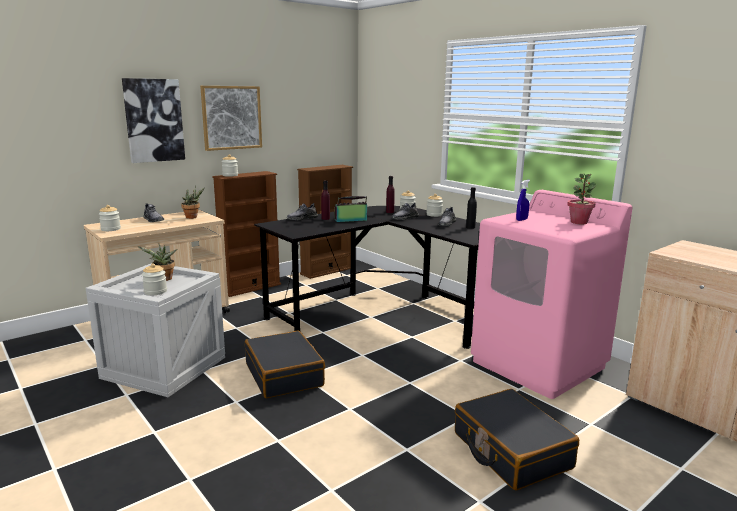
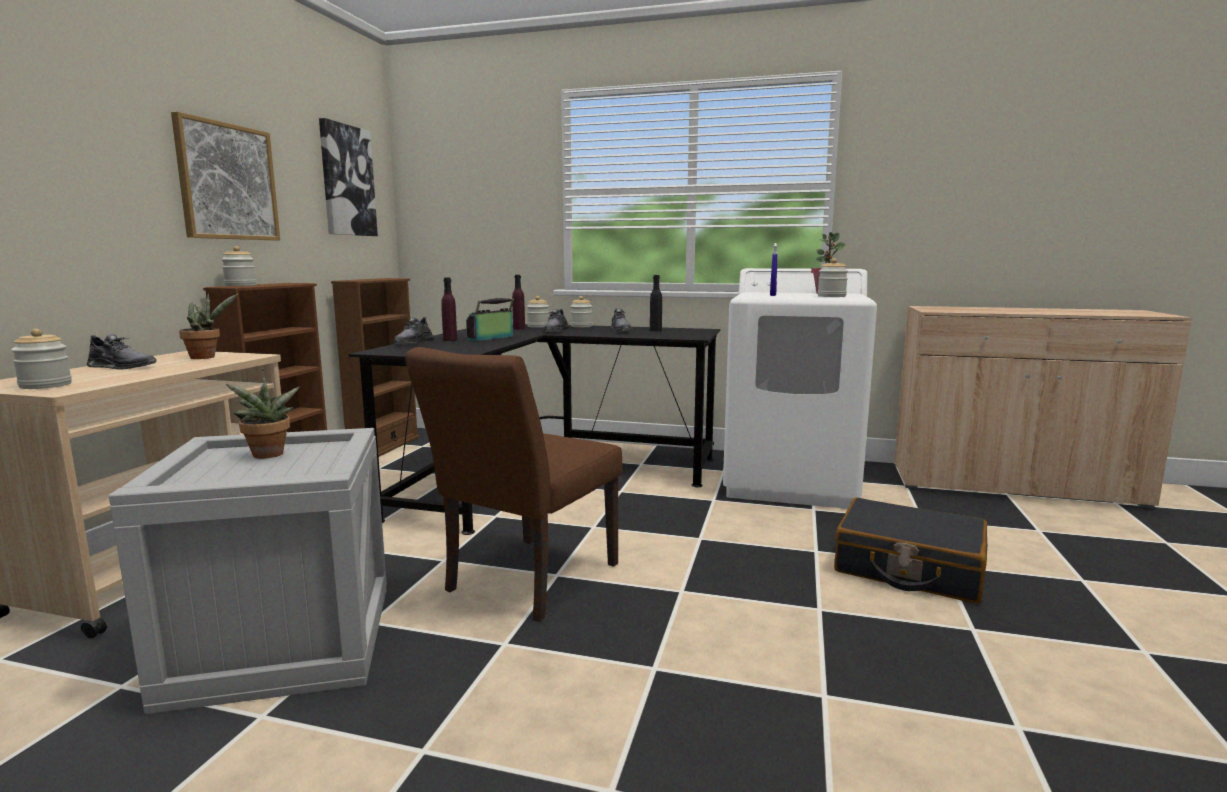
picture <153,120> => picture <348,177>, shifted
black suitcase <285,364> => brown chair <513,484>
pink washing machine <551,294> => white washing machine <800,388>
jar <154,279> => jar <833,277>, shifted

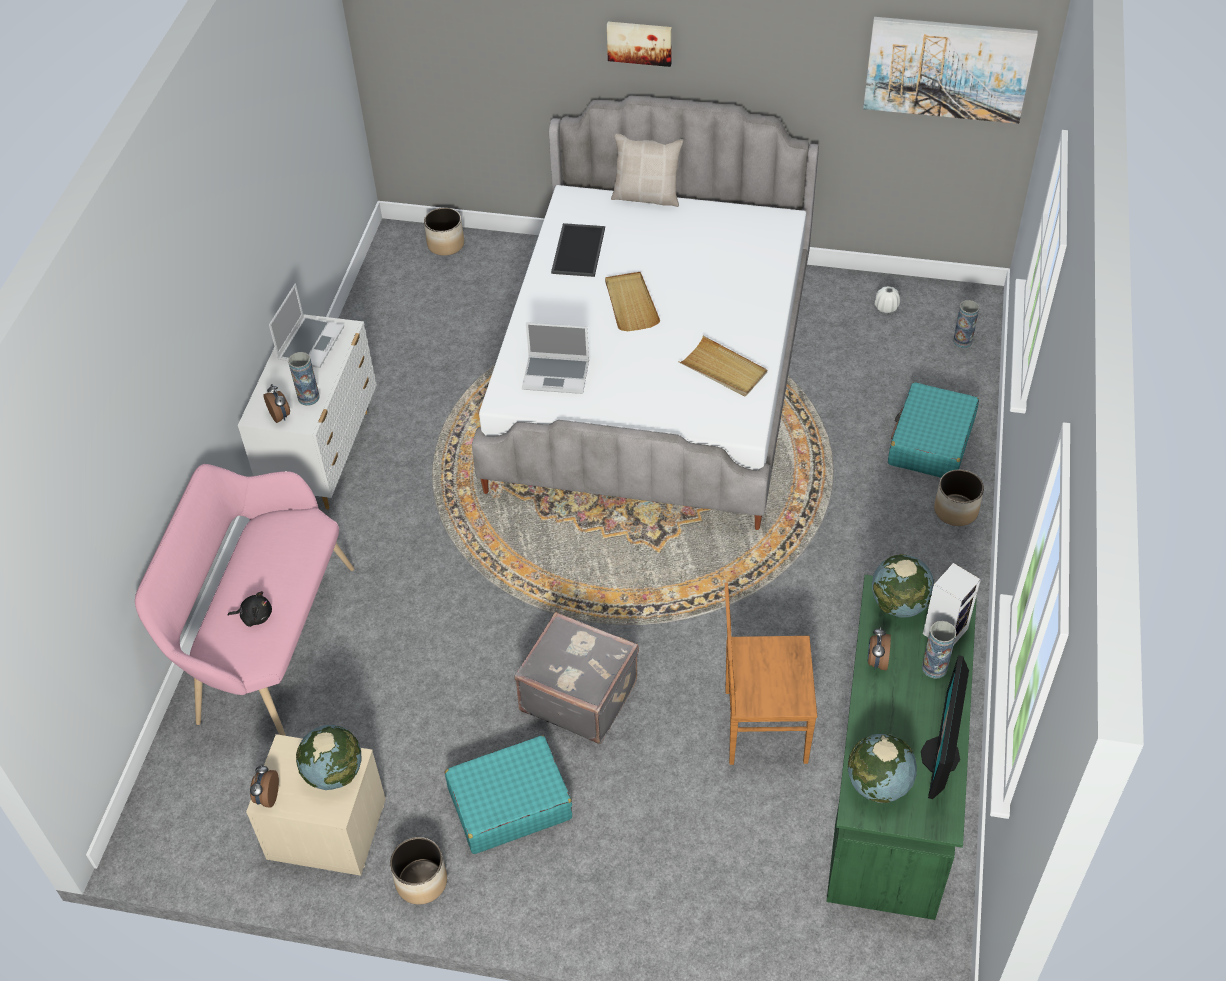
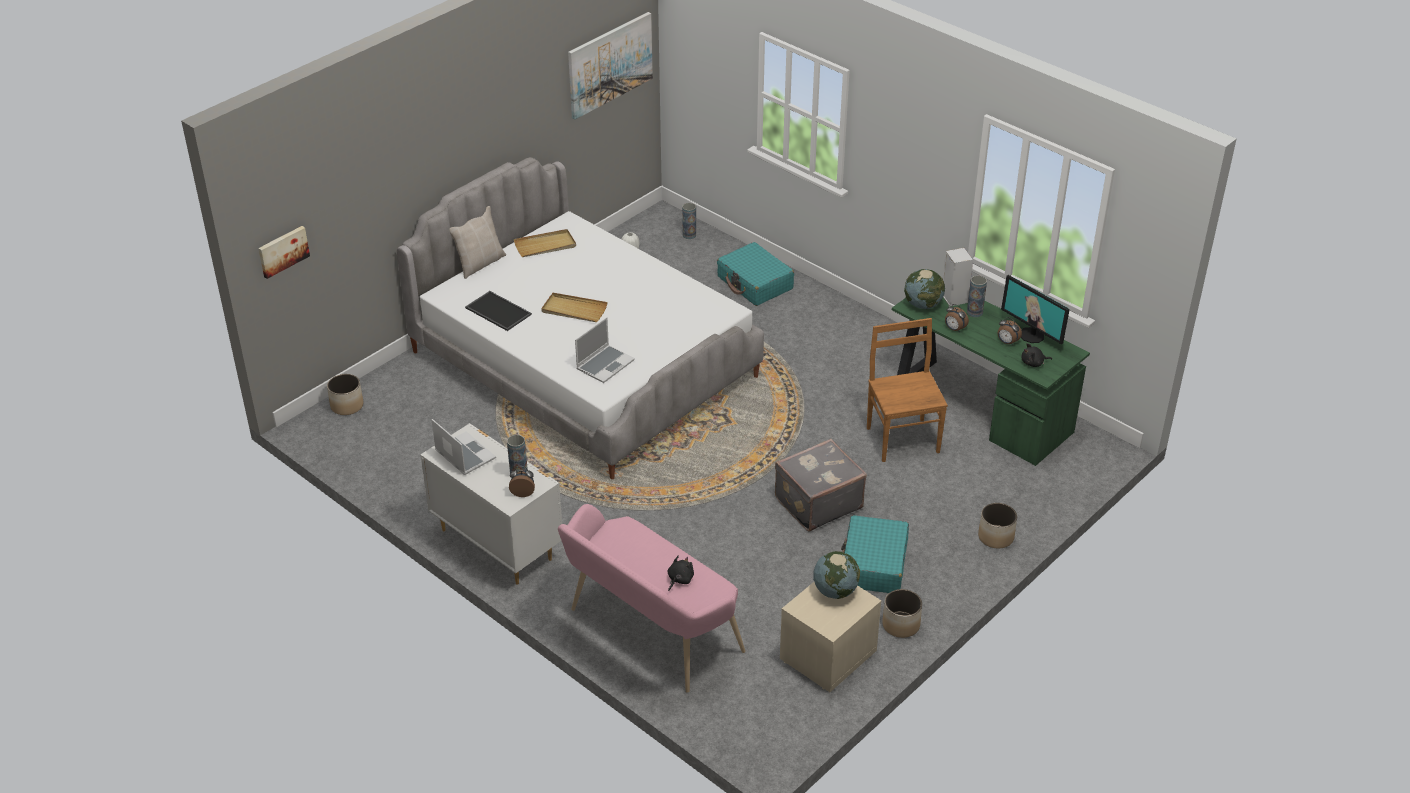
picture <639,44> => picture <284,252>, shifted
beige tray <722,366> => beige tray <545,243>, shifted
brown chair <771,674> => brown chair <907,390>, 135 degrees clockwise
planter <959,497> => planter <997,525>, shifted
alarm clock <264,786> => alarm clock <1010,331>, shifted
globe <882,768> => black plush toy <1036,355>

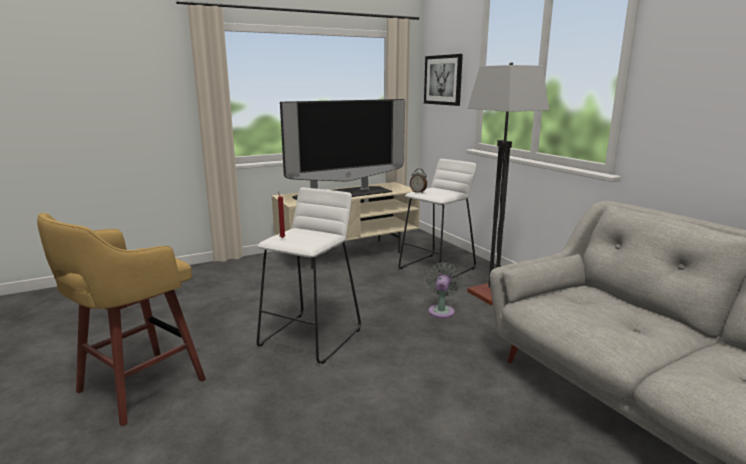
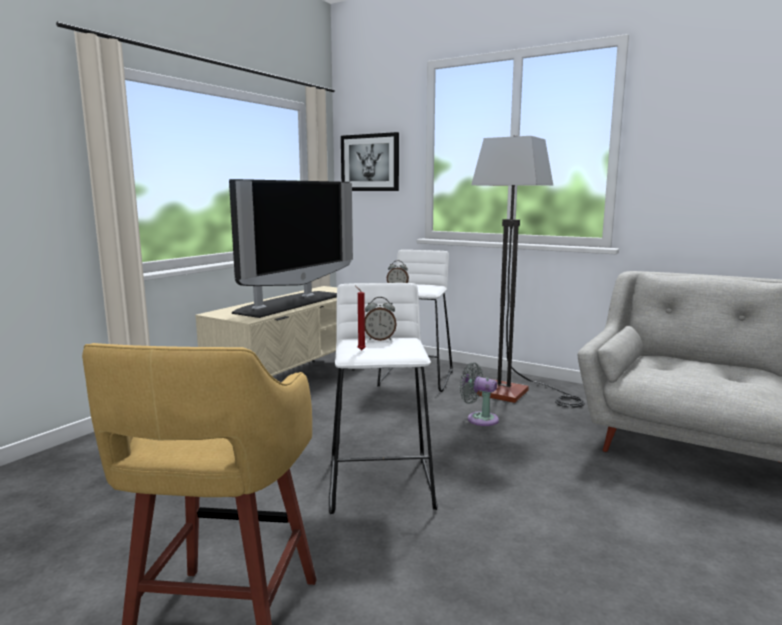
nothing => alarm clock <381,319>
grey fan <444,290> => grey fan <479,394>, 45 degrees counterclockwise

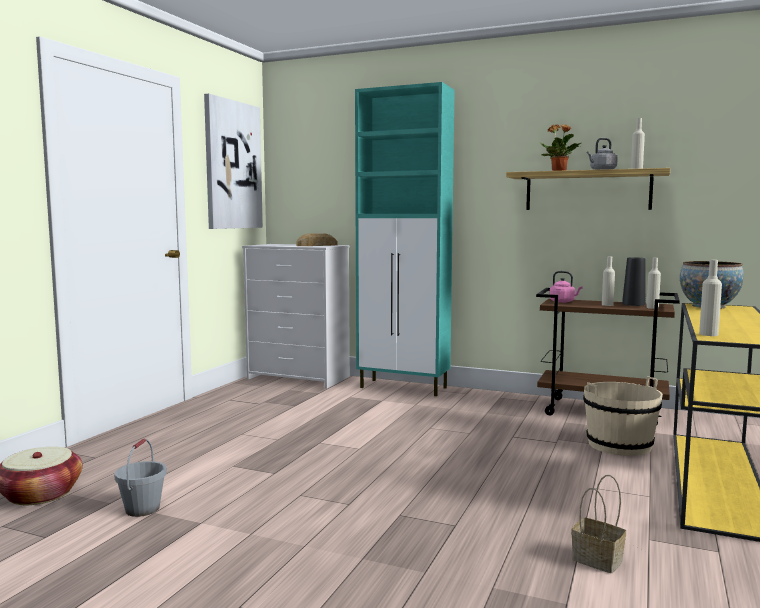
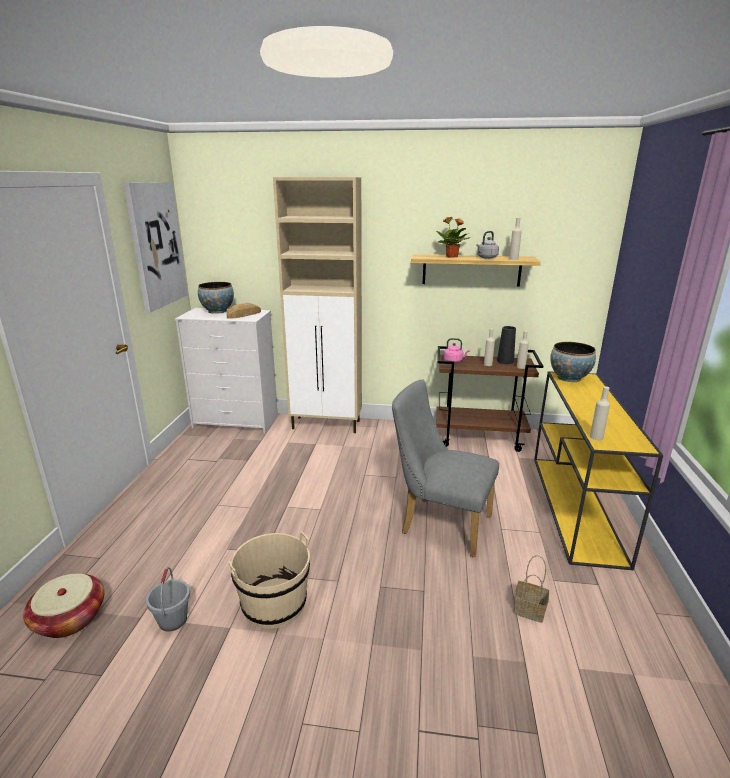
nothing => bowl <216,298>
beige bucket <623,416> => beige bucket <269,580>, shifted
turquoise cabinet <405,239> => beige cabinet <317,305>
nothing => grey chair <445,468>

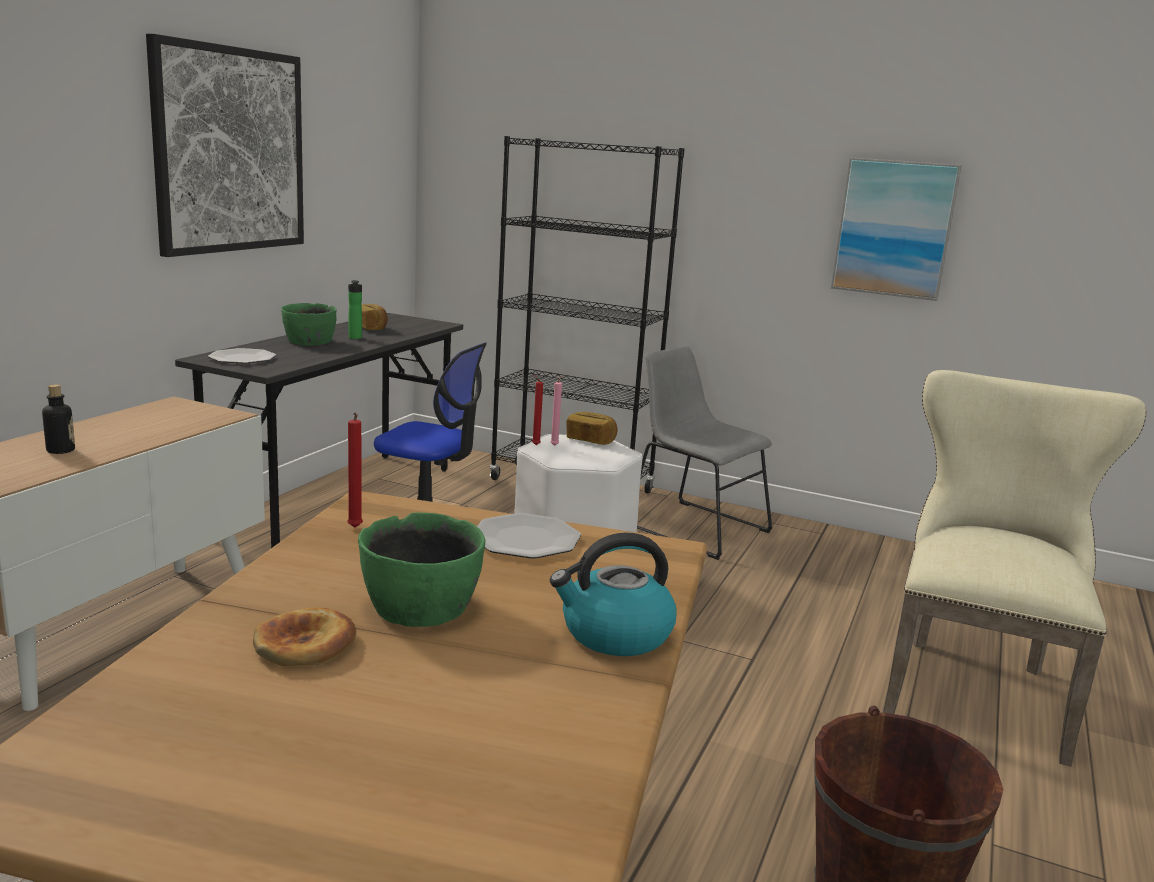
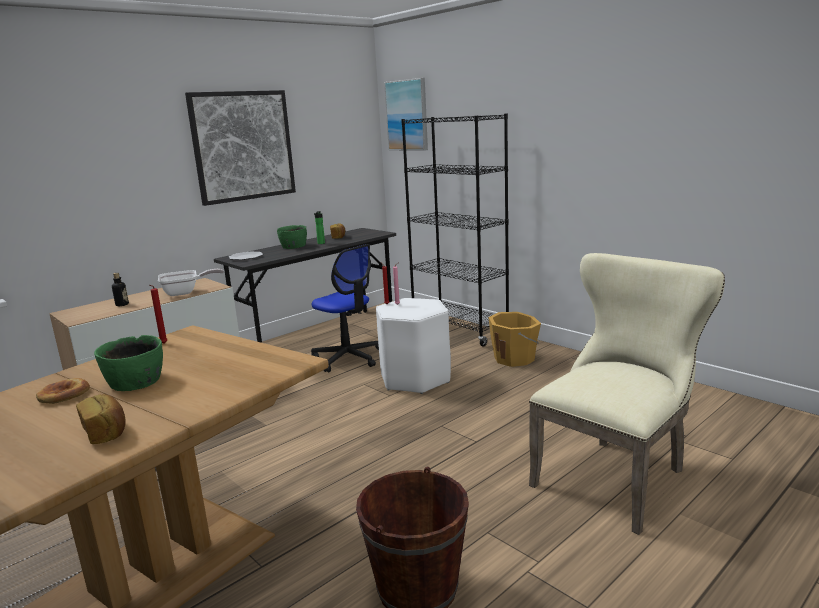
bread <592,428> => bread <101,419>, shifted
nothing => frying pan <191,282>
picture <896,229> => picture <406,114>, shifted
grey chair <705,453> => orange bucket <514,339>
plate <529,536> => nothing
kettle <613,594> => nothing

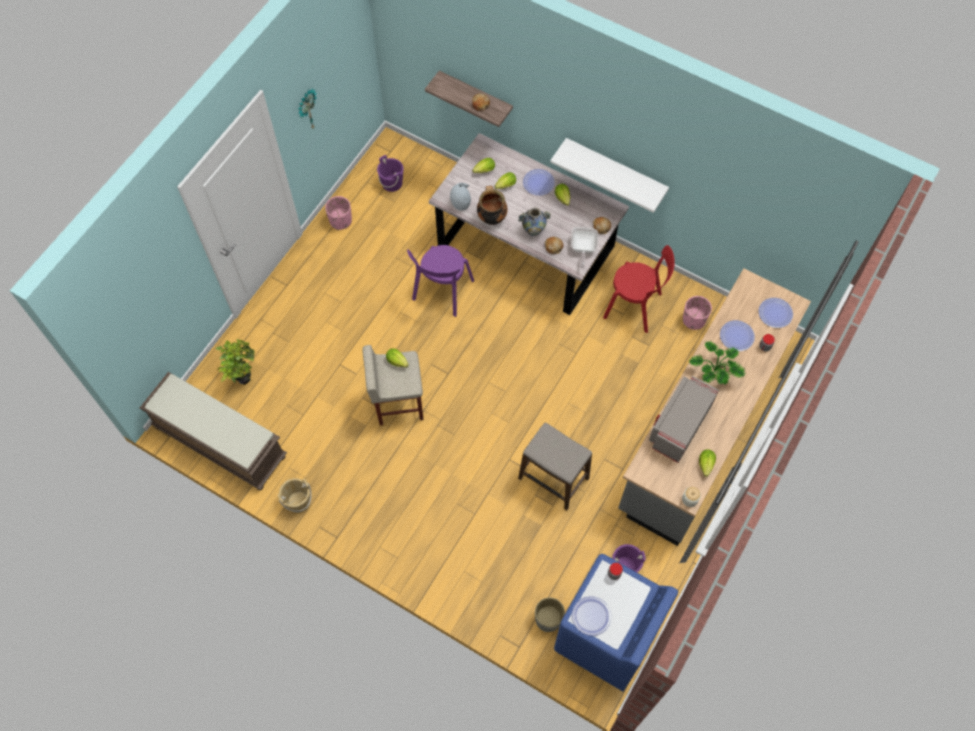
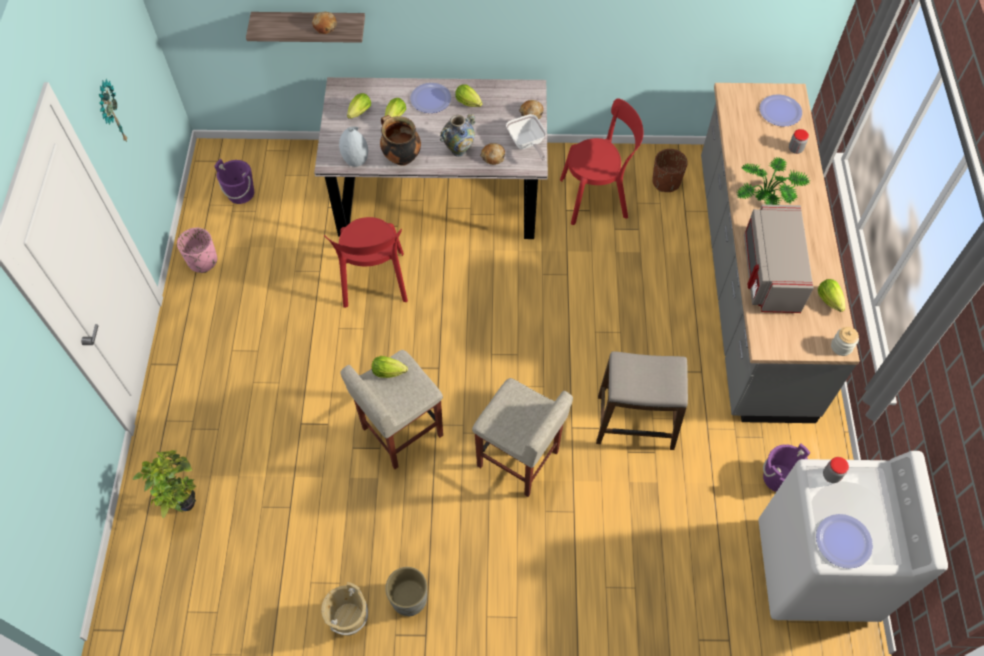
purple chair <440,281> => red chair <366,262>
grey planter <550,614> => grey planter <406,591>, shifted
nothing => beige stool <522,437>
pink planter <697,313> => brown planter <670,170>
blue washing machine <616,623> => white washing machine <853,536>
brown bench <213,431> => nothing
white shelf <609,175> => nothing
plate <737,335> => nothing

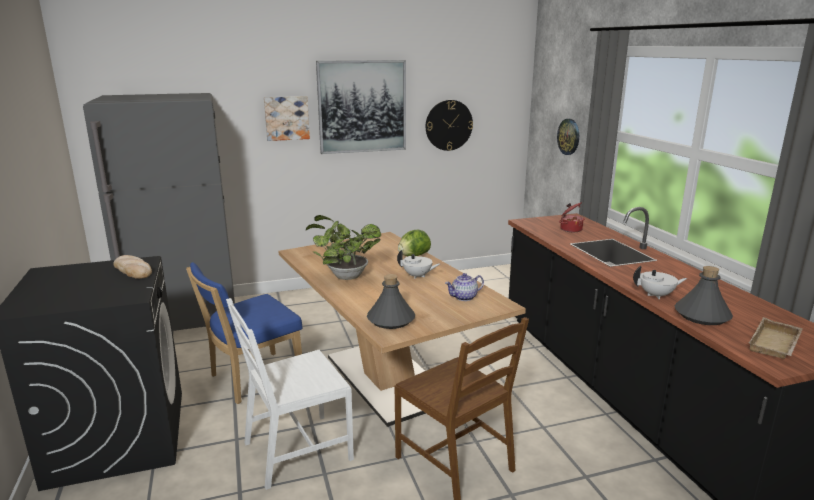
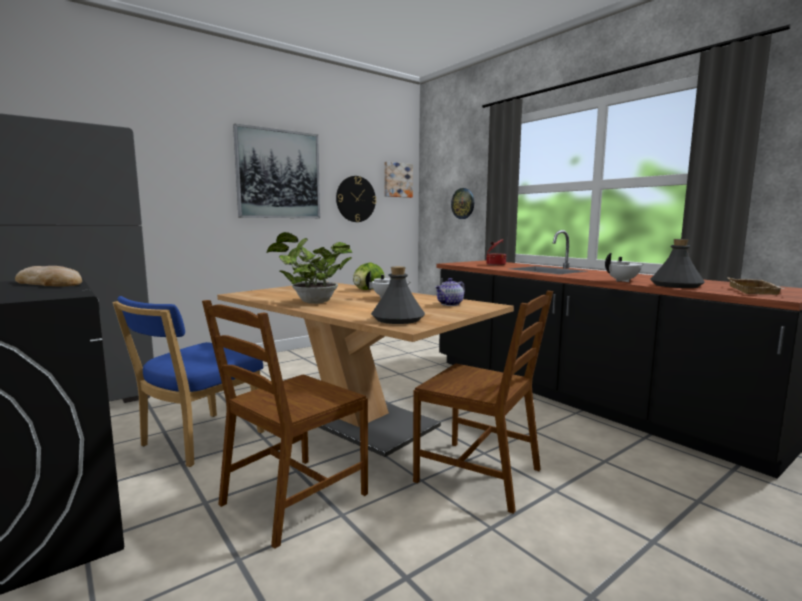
white chair <290,394> => brown chair <285,424>
picture <287,118> => picture <398,180>, shifted

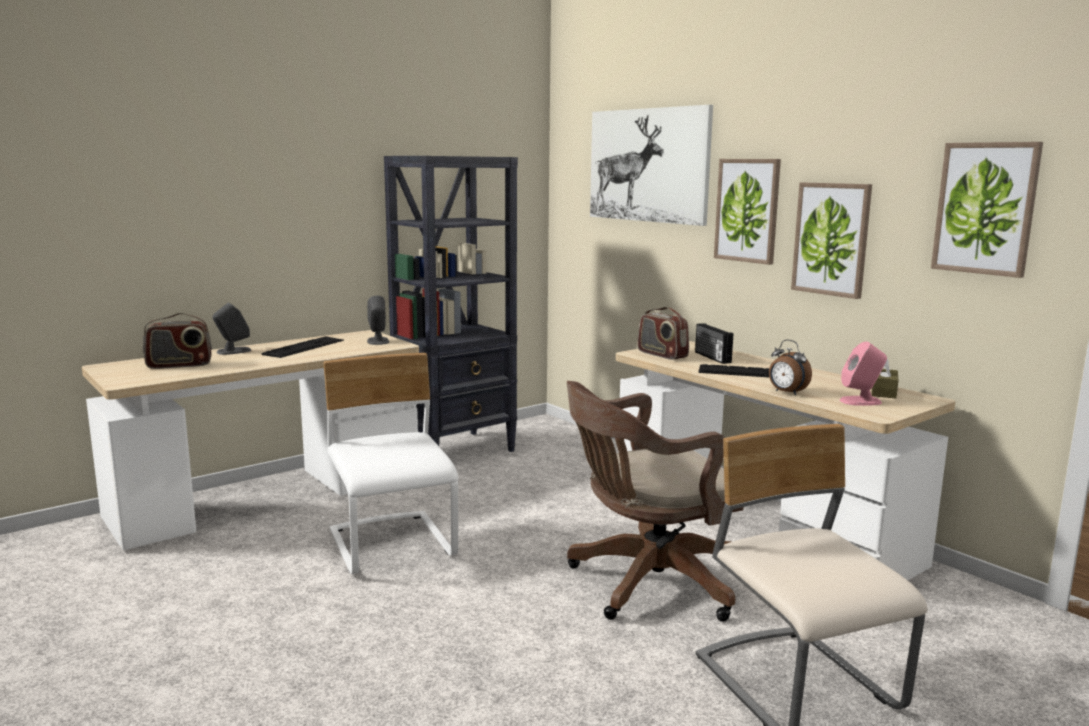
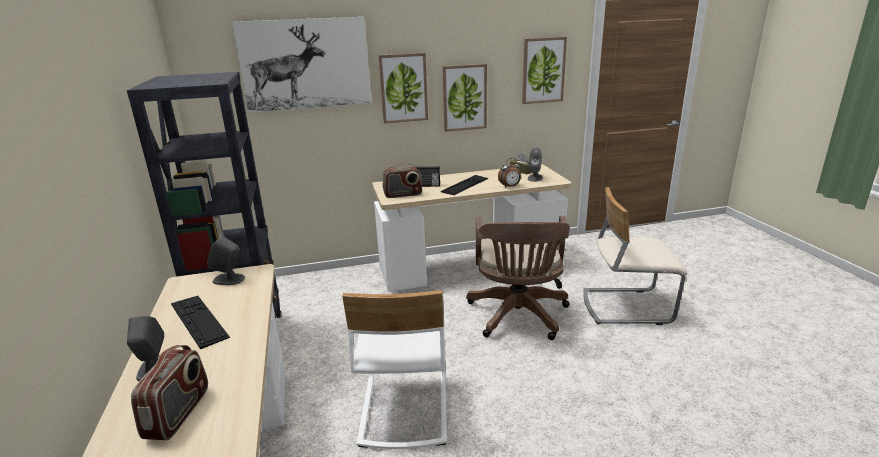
white chair <390,463> => white chair <394,369>, 90 degrees counterclockwise
pink speaker <863,374> => grey speaker <535,165>

